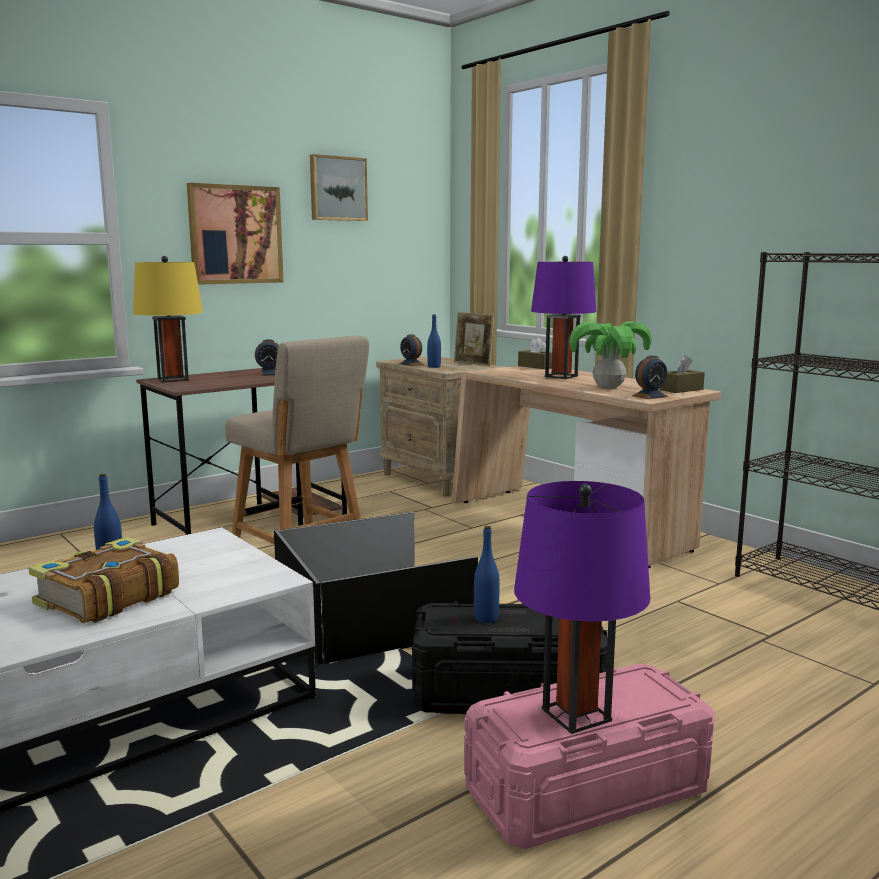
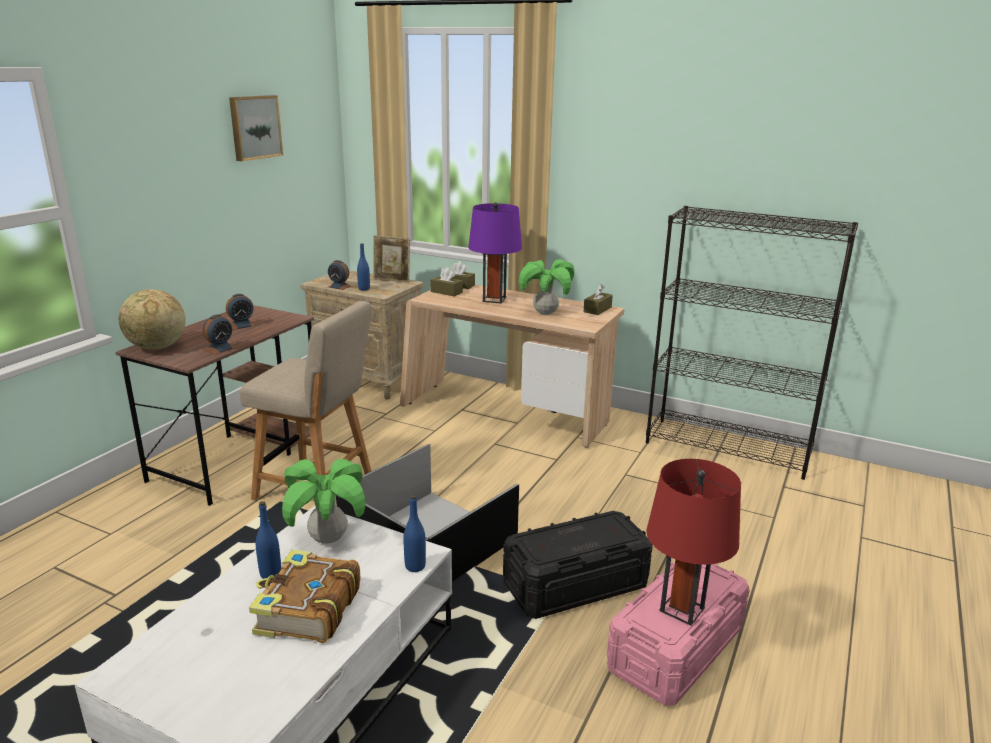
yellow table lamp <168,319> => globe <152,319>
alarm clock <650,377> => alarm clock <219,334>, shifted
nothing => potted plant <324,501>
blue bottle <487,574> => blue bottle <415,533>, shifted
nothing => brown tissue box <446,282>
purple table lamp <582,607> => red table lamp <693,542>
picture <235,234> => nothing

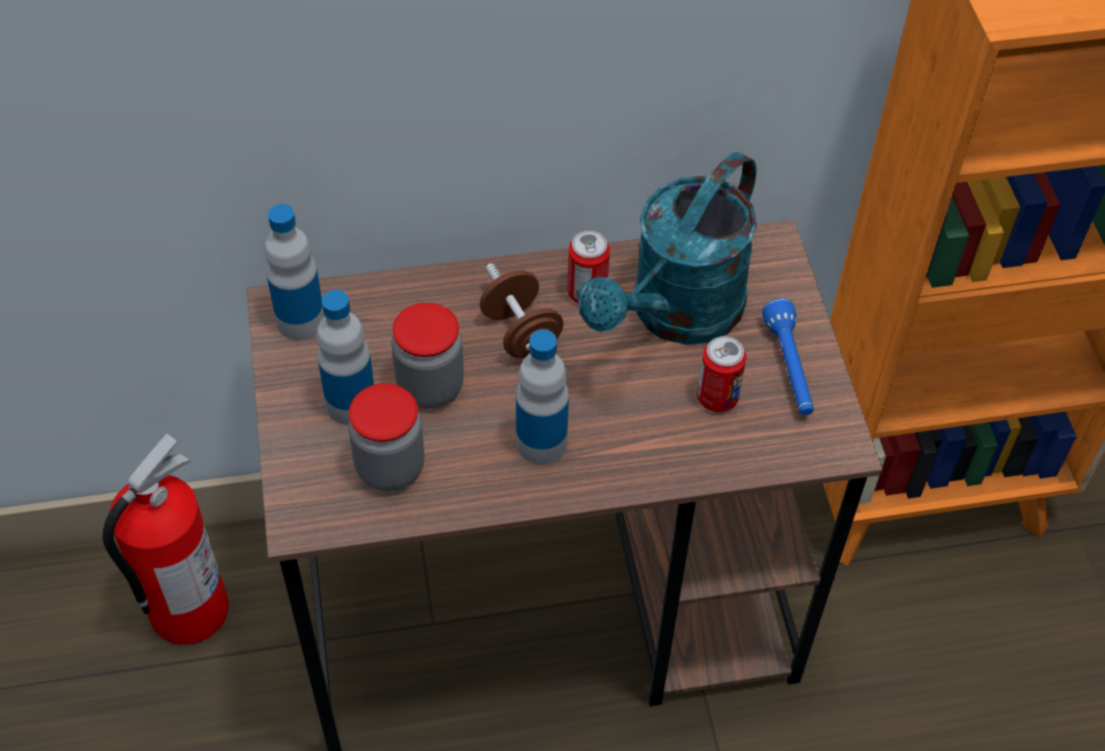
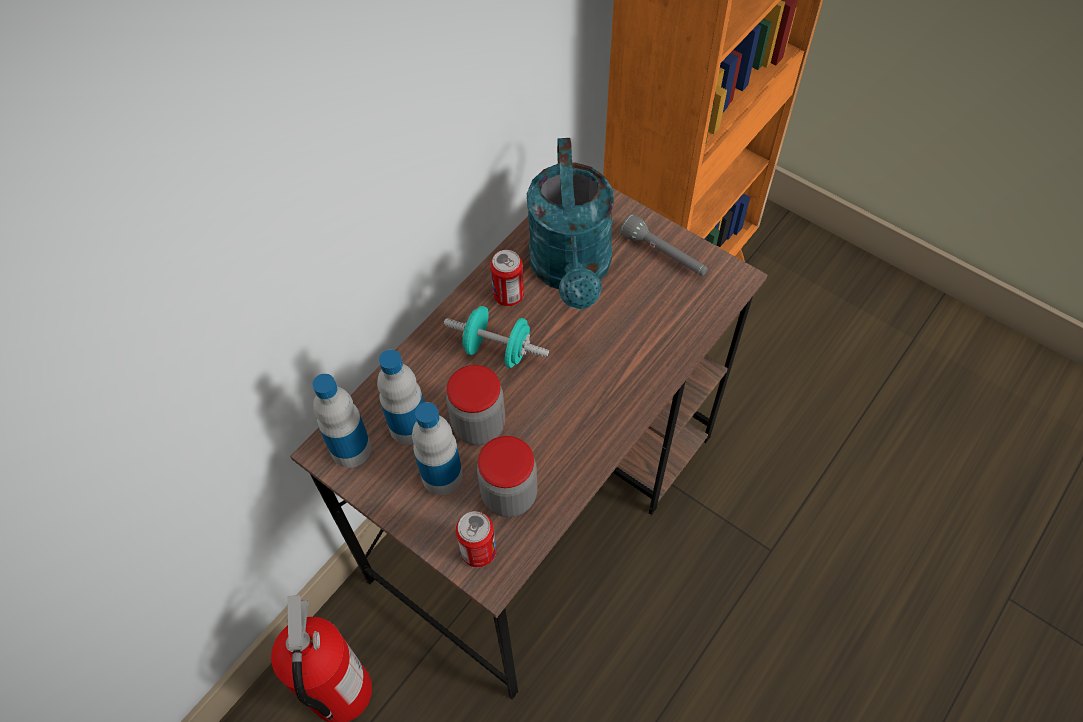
bottle <542,397> => bottle <400,397>, shifted
brown dumbbell <522,310> => turquoise dumbbell <496,337>
can <721,374> => can <476,539>, shifted
blue flashlight <788,356> => grey flashlight <664,245>

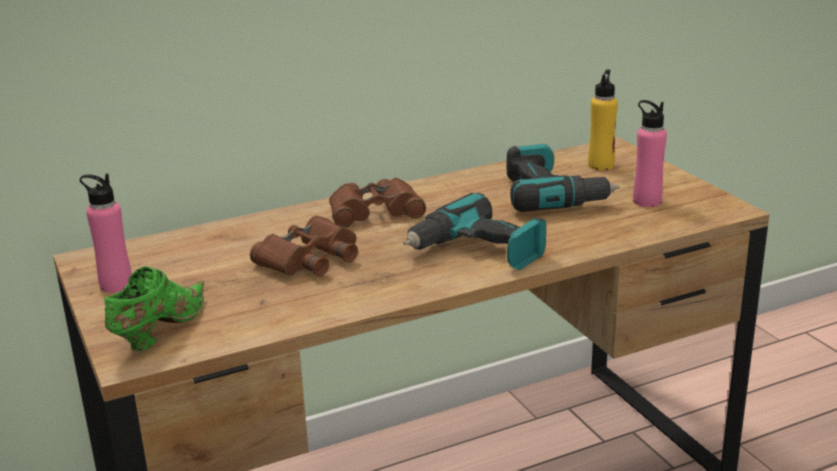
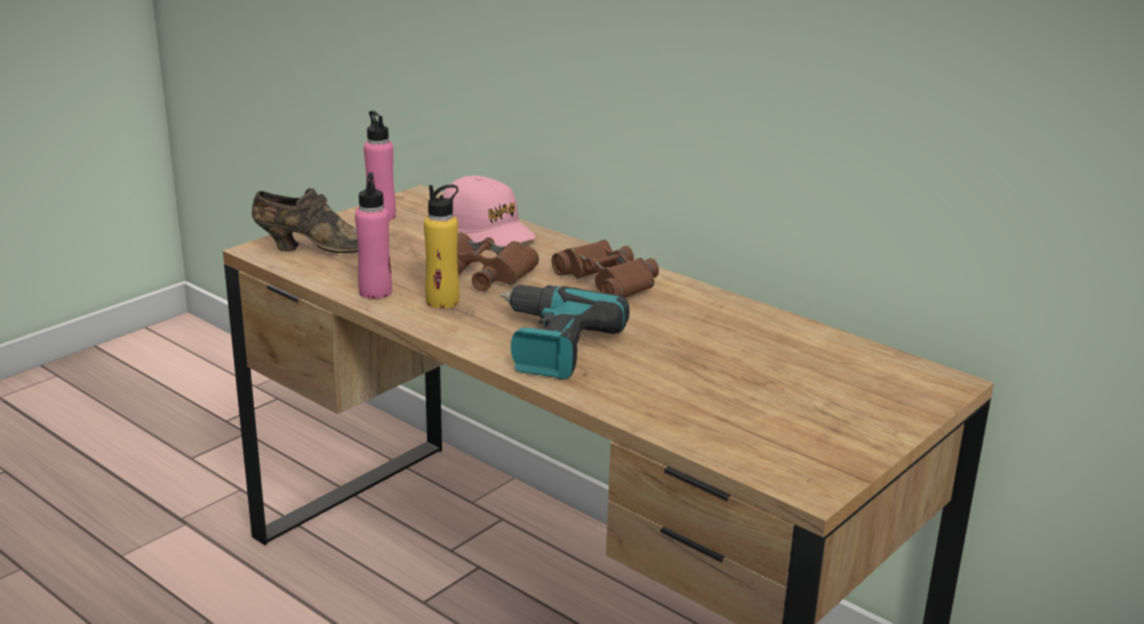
green shoe <154,308> => brown shoe <305,220>
pink bottle <650,153> => pink bottle <373,235>, shifted
yellow bottle <603,120> => yellow bottle <441,246>, shifted
nothing => pink cap <489,211>
power drill <563,178> => nothing

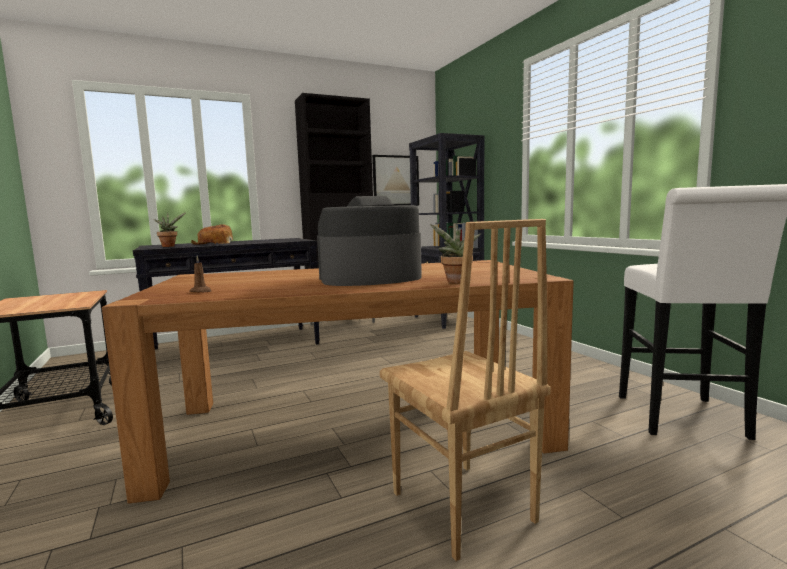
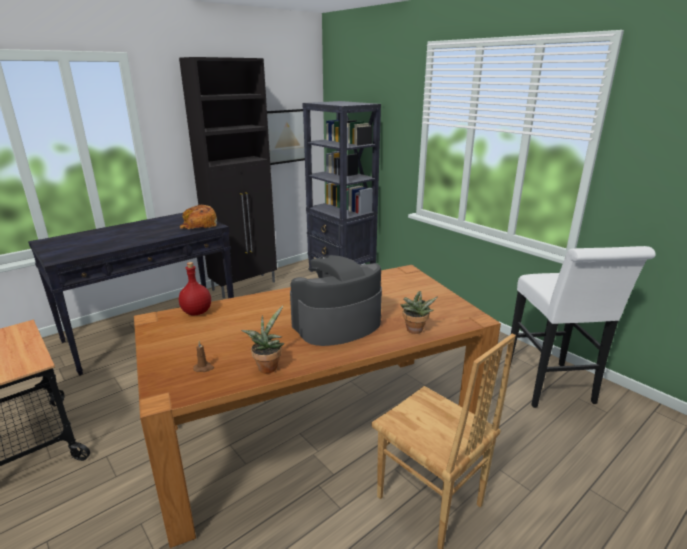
nothing => red bottle <195,289>
bread <212,234> => bread <198,217>, shifted
potted plant <169,229> => potted plant <262,340>, shifted

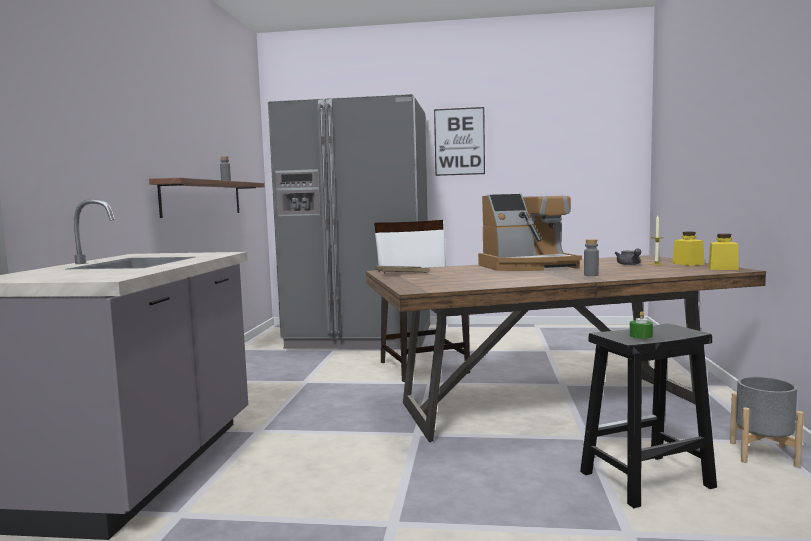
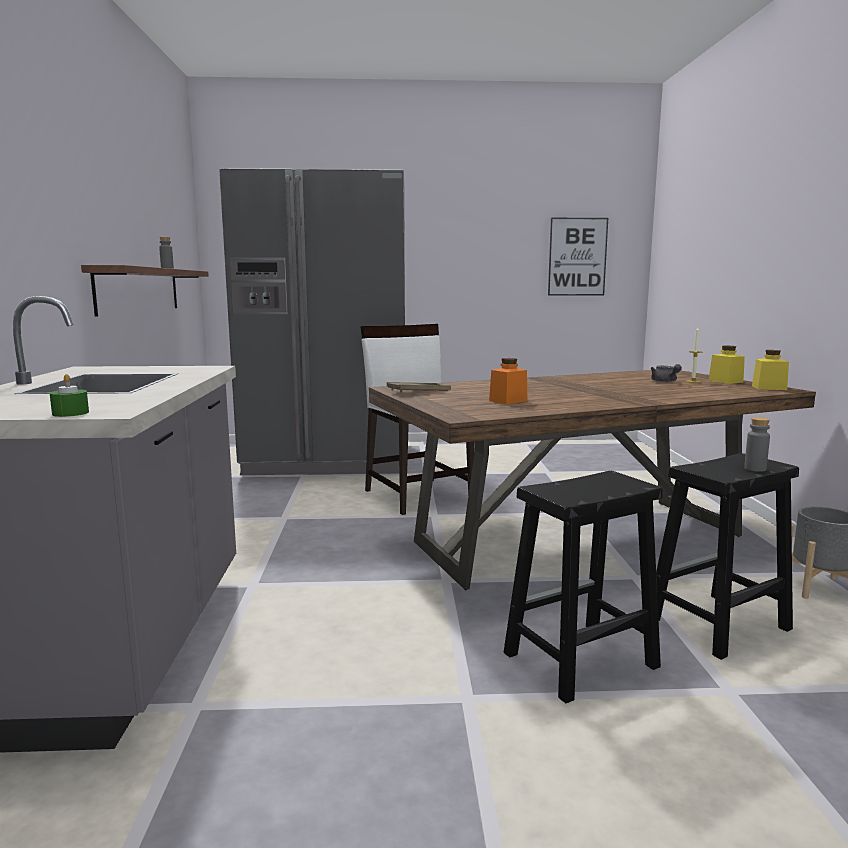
green candle <641,325> => green candle <69,395>, shifted
nothing => orange jar <508,381>
nothing => black stool <583,587>
picture <459,141> => picture <578,256>, shifted
grey bottle <591,257> => grey bottle <757,444>, shifted
coffee machine <530,232> => nothing

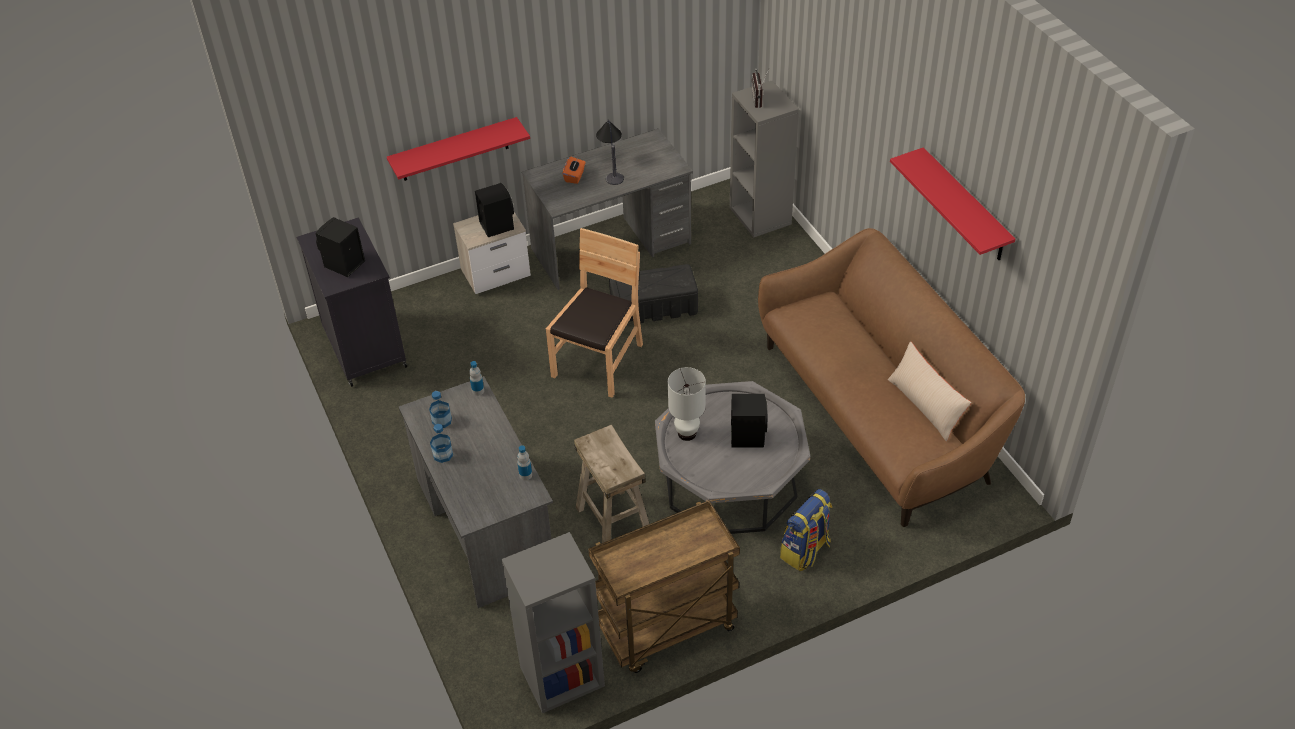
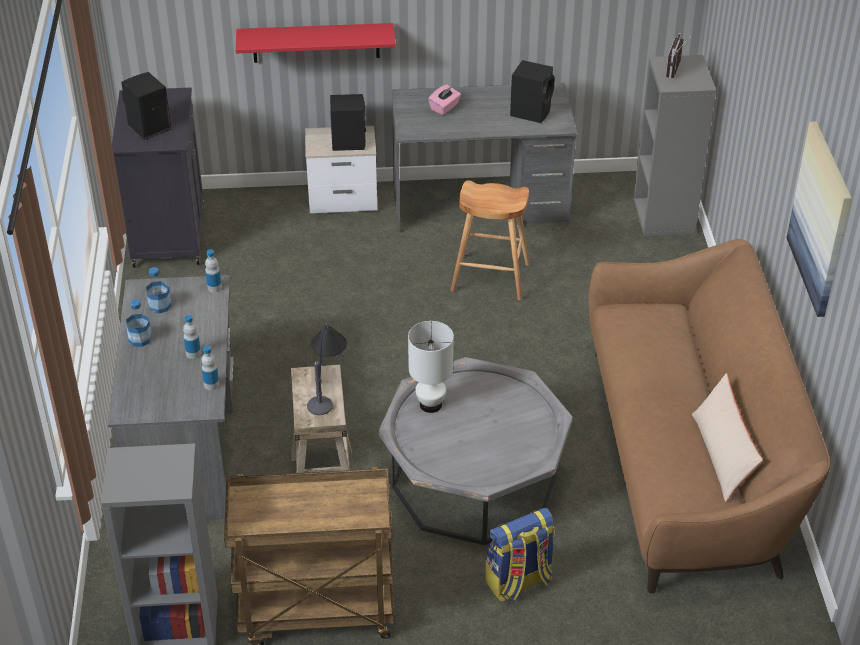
nothing => bottle <192,337>
table lamp <610,152> => table lamp <327,369>, shifted
orange tissue box <574,170> => pink tissue box <444,99>
black storage box <653,293> => brown stool <490,240>
black speaker <749,421> => black speaker <532,91>, shifted
red shelf <952,203> => picture <819,219>
brown chair <594,313> => nothing

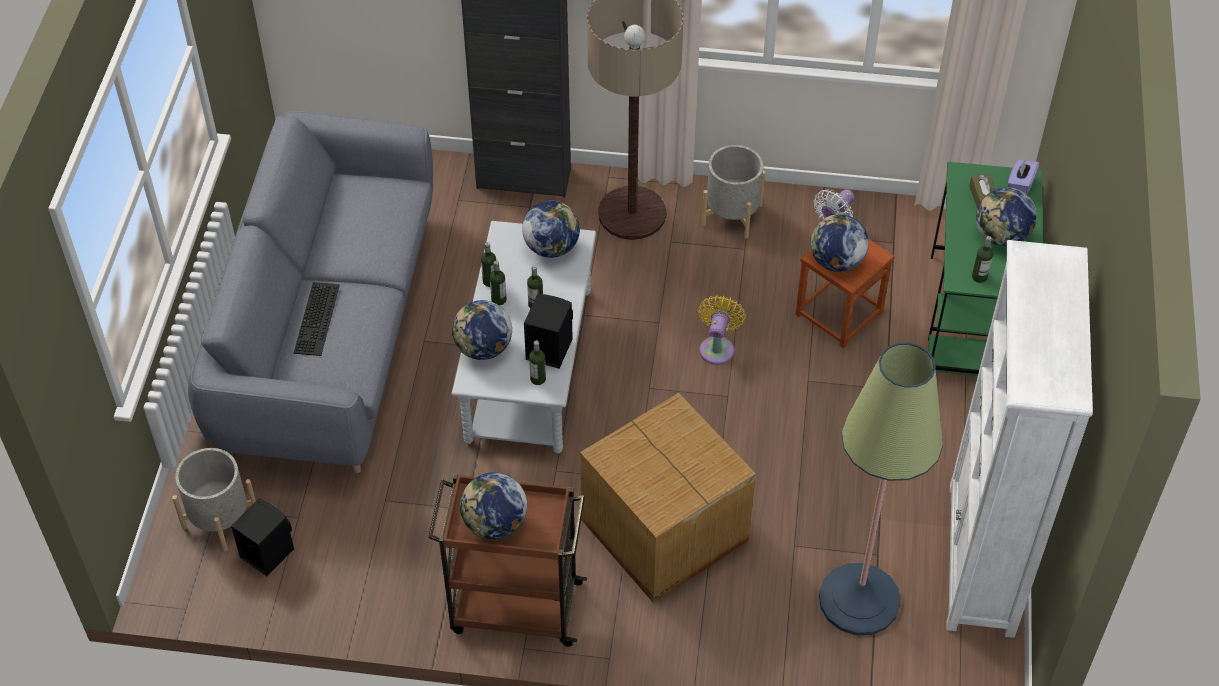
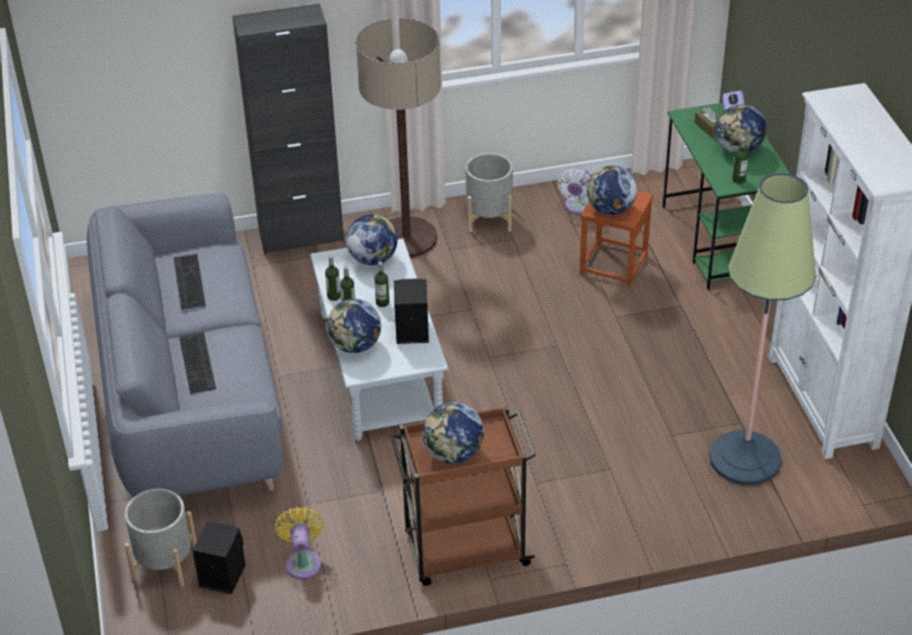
nothing => keyboard <189,281>
yellow fan <722,330> => yellow fan <299,543>, shifted
bottle <537,362> => nothing
cardboard box <668,498> => nothing

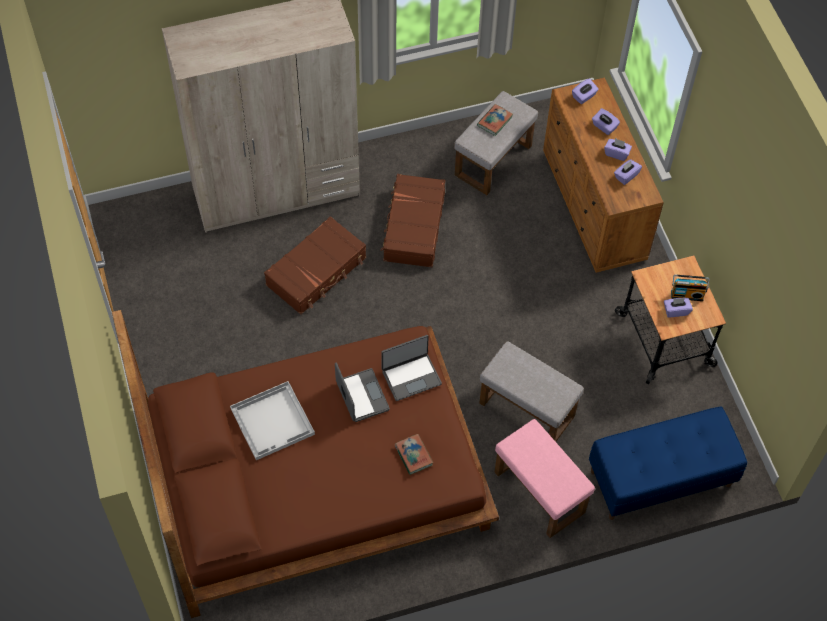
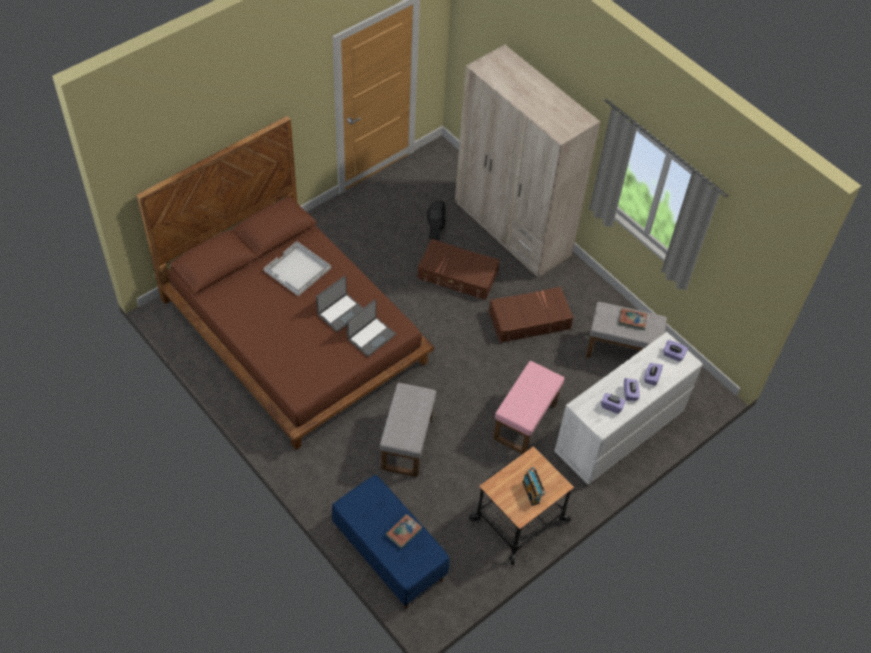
laptop <411,368> => laptop <371,328>, 90 degrees counterclockwise
book <414,454> => book <403,531>, shifted
nothing => black fan <437,220>
pink ottoman <544,478> => pink ottoman <528,407>, shifted
brown dresser <603,175> => white dresser <628,408>
purple tissue box <678,308> => nothing

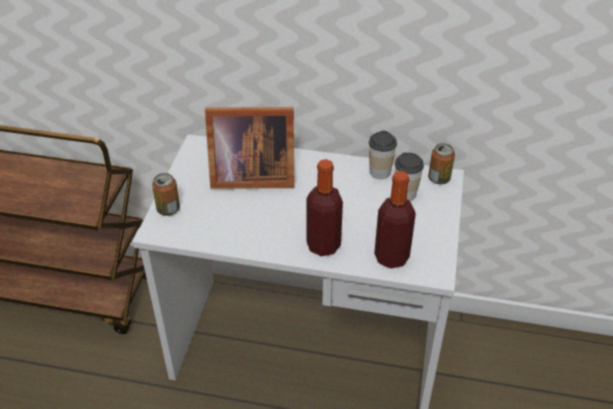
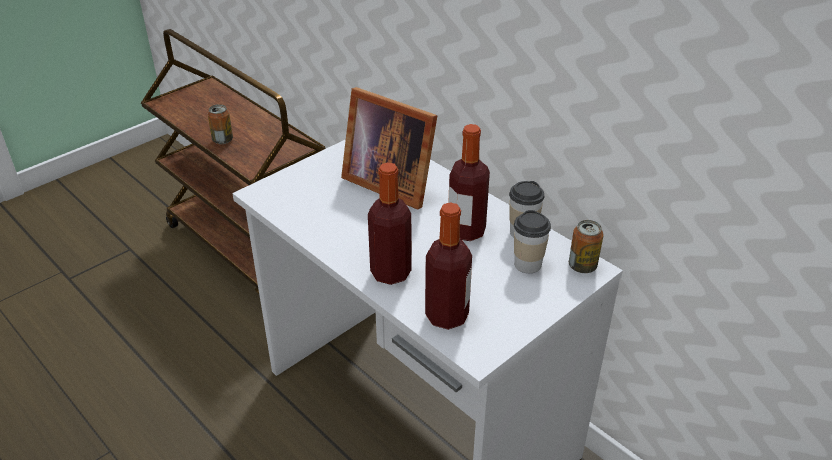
can <166,194> => can <220,124>, shifted
nothing => bottle <469,182>

